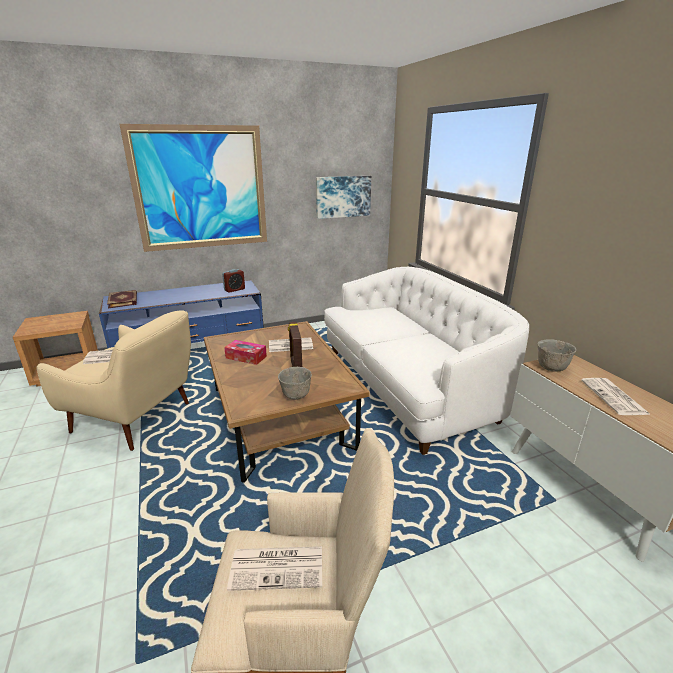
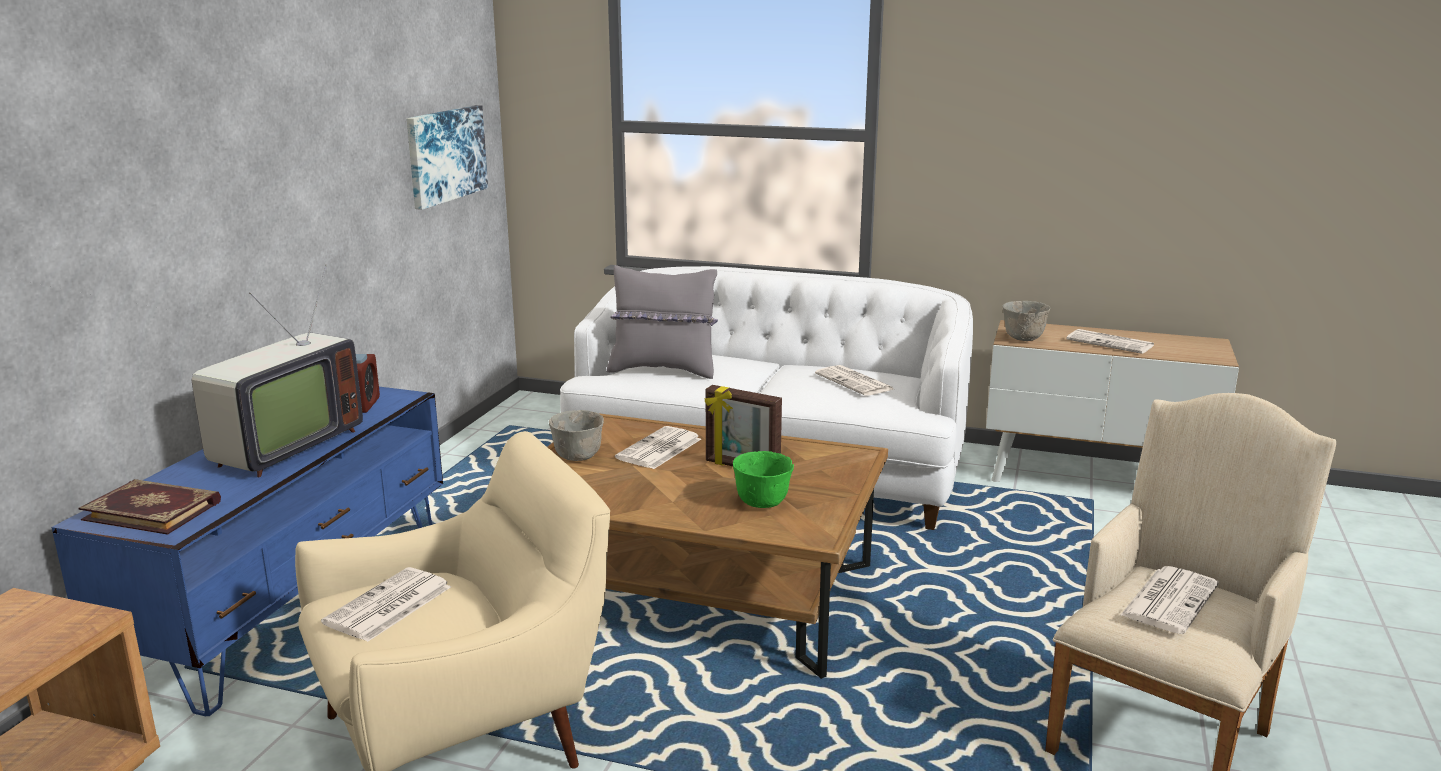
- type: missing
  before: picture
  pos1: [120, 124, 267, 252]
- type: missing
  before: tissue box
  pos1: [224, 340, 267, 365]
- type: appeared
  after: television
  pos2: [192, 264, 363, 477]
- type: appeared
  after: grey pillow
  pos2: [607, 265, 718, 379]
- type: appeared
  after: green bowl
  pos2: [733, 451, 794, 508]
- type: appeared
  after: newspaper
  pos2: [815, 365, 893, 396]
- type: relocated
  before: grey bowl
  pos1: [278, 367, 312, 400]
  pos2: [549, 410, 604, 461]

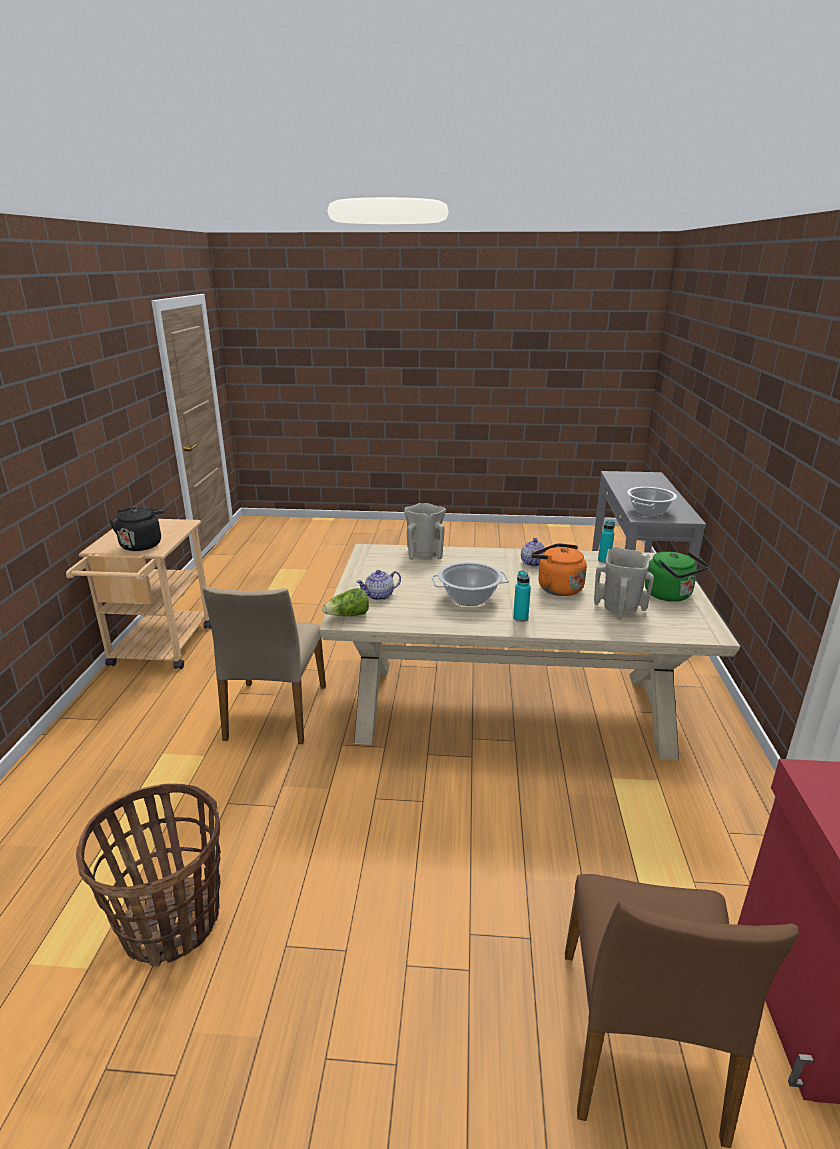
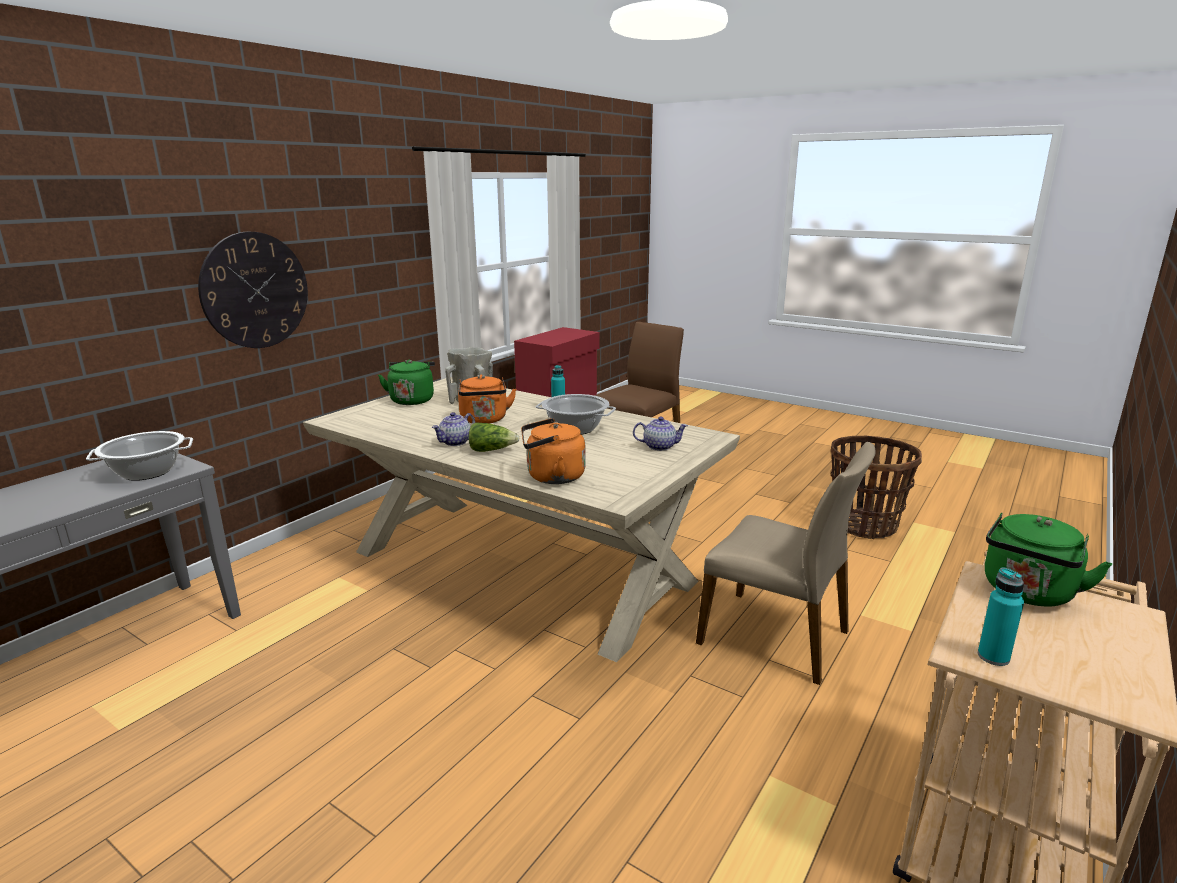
- type: appeared
  after: wall clock
  pos2: [198, 232, 308, 348]
- type: relocated
  before: lettuce
  pos1: [322, 588, 369, 616]
  pos2: [468, 422, 520, 452]
- type: relocated
  before: turquoise bottle
  pos1: [598, 520, 615, 563]
  pos2: [978, 568, 1024, 666]
- type: exchanged
  before: beige vase
  after: orange kettle
  pos1: [404, 503, 446, 560]
  pos2: [521, 418, 586, 484]
- type: colour
  before: black kettle
  after: green kettle
  pos1: [110, 508, 164, 551]
  pos2: [985, 512, 1112, 607]
- type: spun
  before: beige chair
  pos1: [203, 586, 326, 744]
  pos2: [696, 442, 876, 685]
  turn: 90

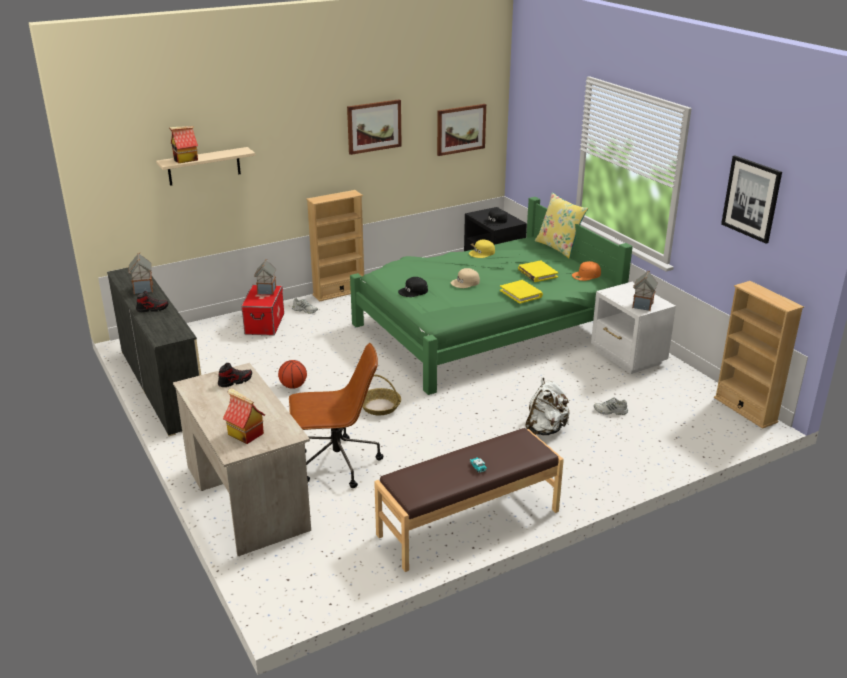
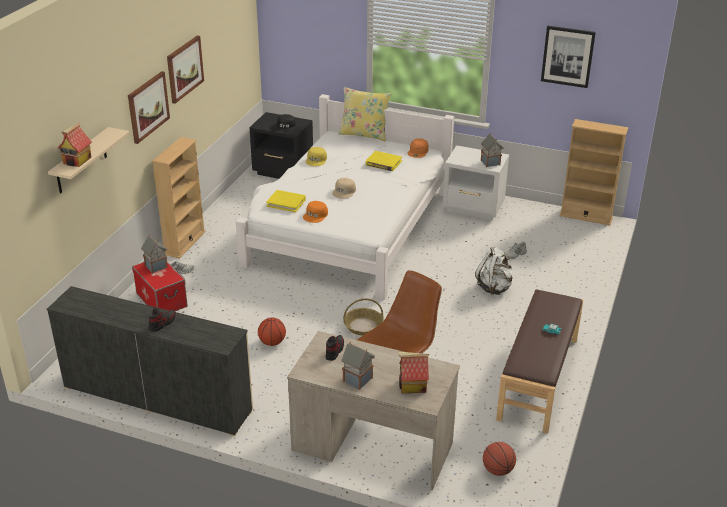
- type: appeared
  after: basketball
  pos2: [483, 442, 516, 476]
- type: relocated
  before: toy house
  pos1: [128, 253, 153, 294]
  pos2: [341, 342, 375, 390]
- type: relocated
  before: picture
  pos1: [437, 104, 486, 156]
  pos2: [128, 71, 170, 144]
- type: relocated
  before: yellow book
  pos1: [500, 280, 543, 304]
  pos2: [266, 190, 306, 212]
- type: colour
  before: green bed
  after: white bed
  pos1: [350, 197, 633, 395]
  pos2: [236, 94, 454, 300]
- type: colour
  before: black cap
  after: orange cap
  pos1: [398, 277, 428, 297]
  pos2: [303, 201, 328, 223]

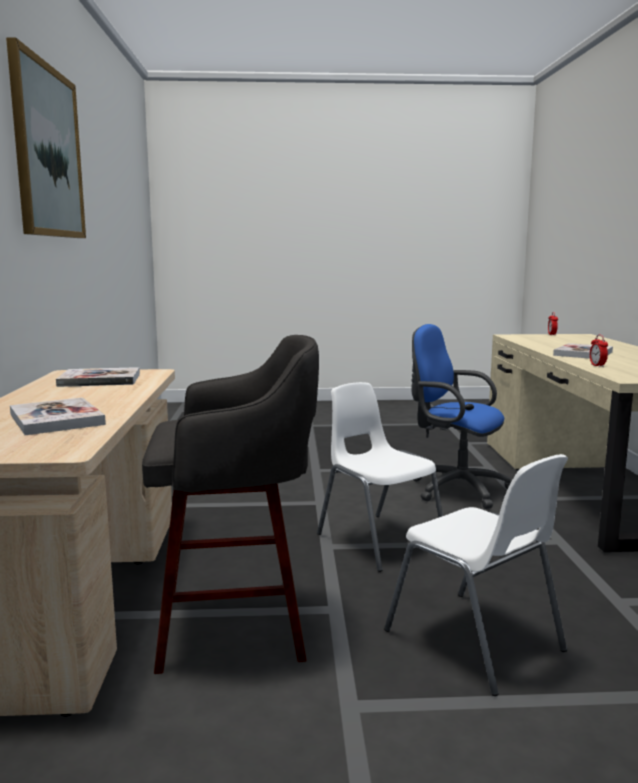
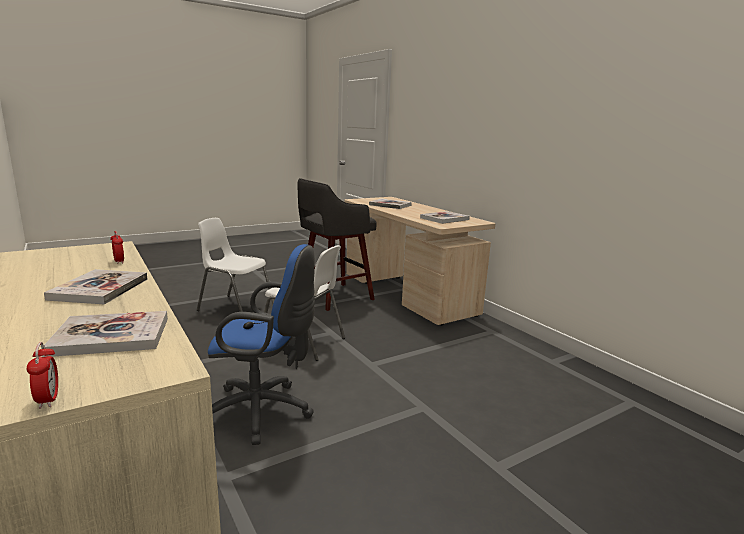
- type: missing
  before: picture
  pos1: [6, 37, 86, 238]
- type: appeared
  after: book
  pos2: [44, 311, 168, 357]

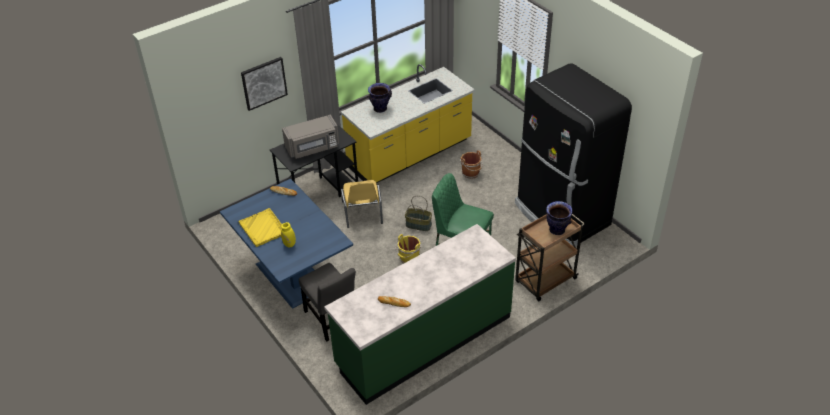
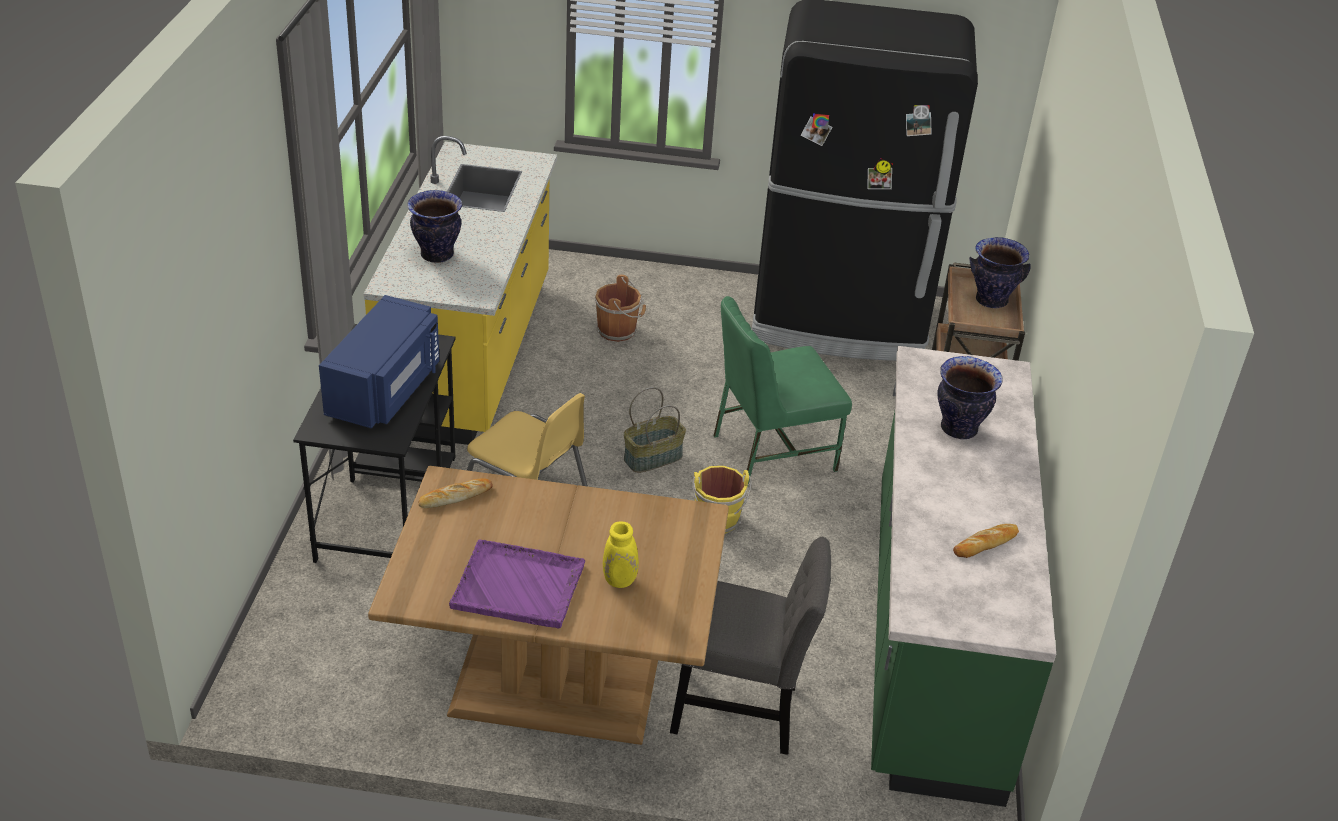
- type: missing
  before: picture
  pos1: [241, 57, 288, 111]
- type: appeared
  after: vase
  pos2: [938, 356, 1003, 439]
- type: colour
  before: blue dining table
  after: brown dining table
  pos1: [220, 179, 353, 309]
  pos2: [368, 466, 729, 745]
- type: colour
  before: yellow tray
  after: purple tray
  pos1: [238, 208, 282, 247]
  pos2: [449, 539, 585, 629]
- type: colour
  before: grey microwave
  after: blue microwave
  pos1: [282, 115, 339, 159]
  pos2: [319, 295, 439, 428]

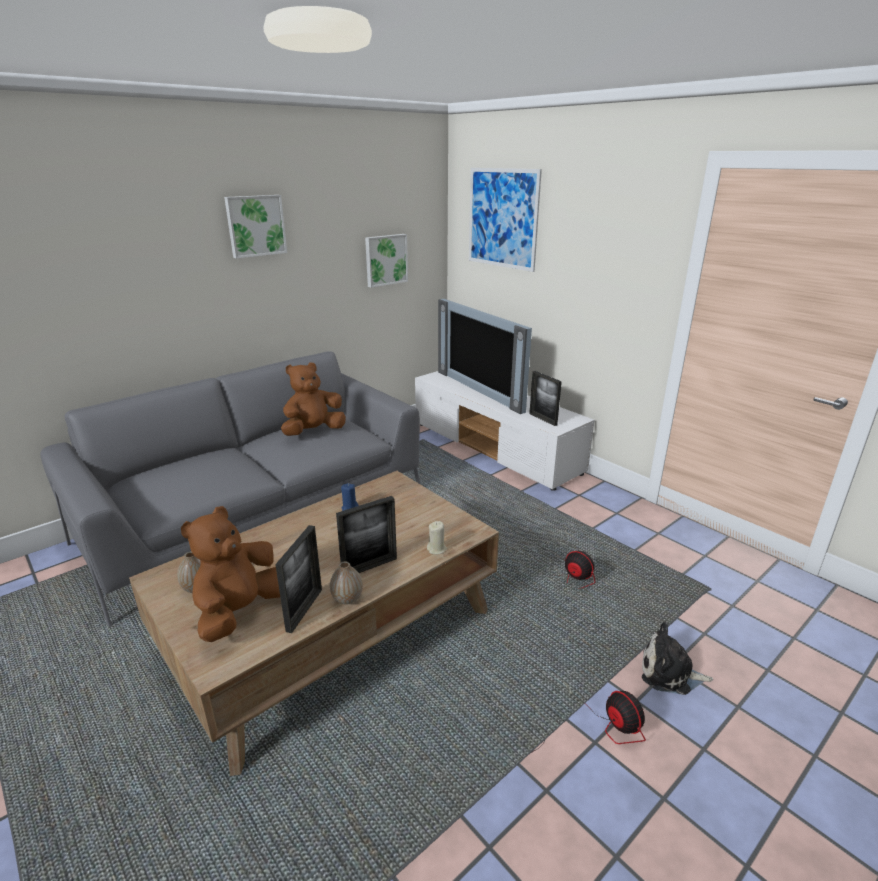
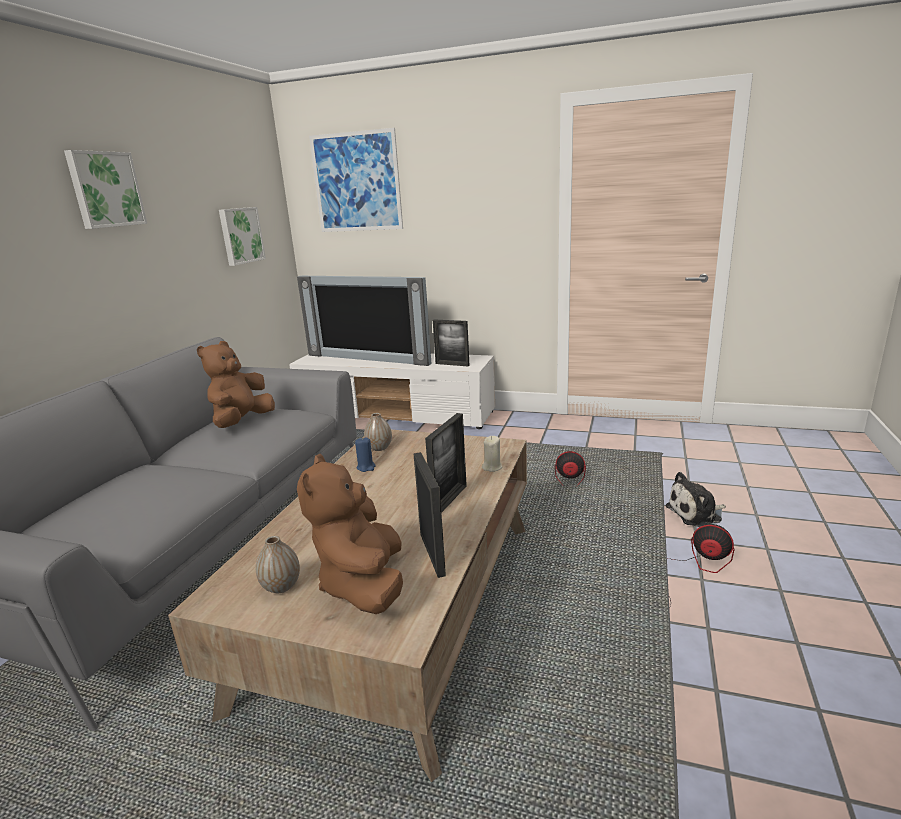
- type: relocated
  before: vase
  pos1: [330, 561, 363, 605]
  pos2: [364, 413, 392, 451]

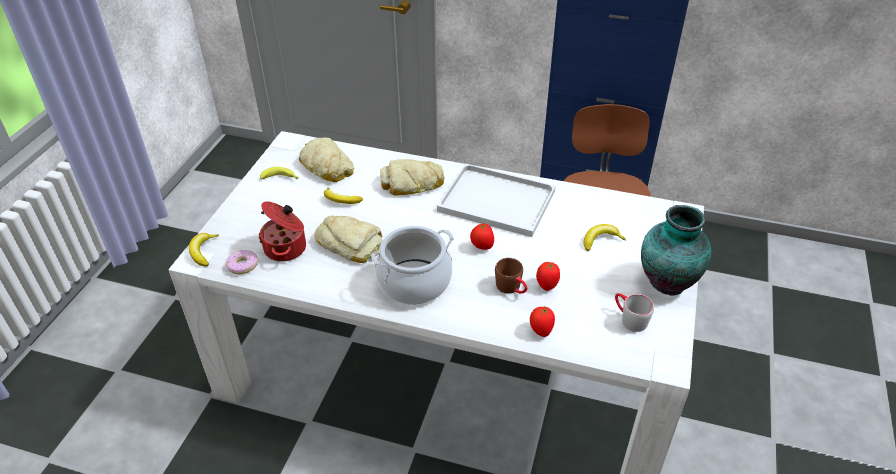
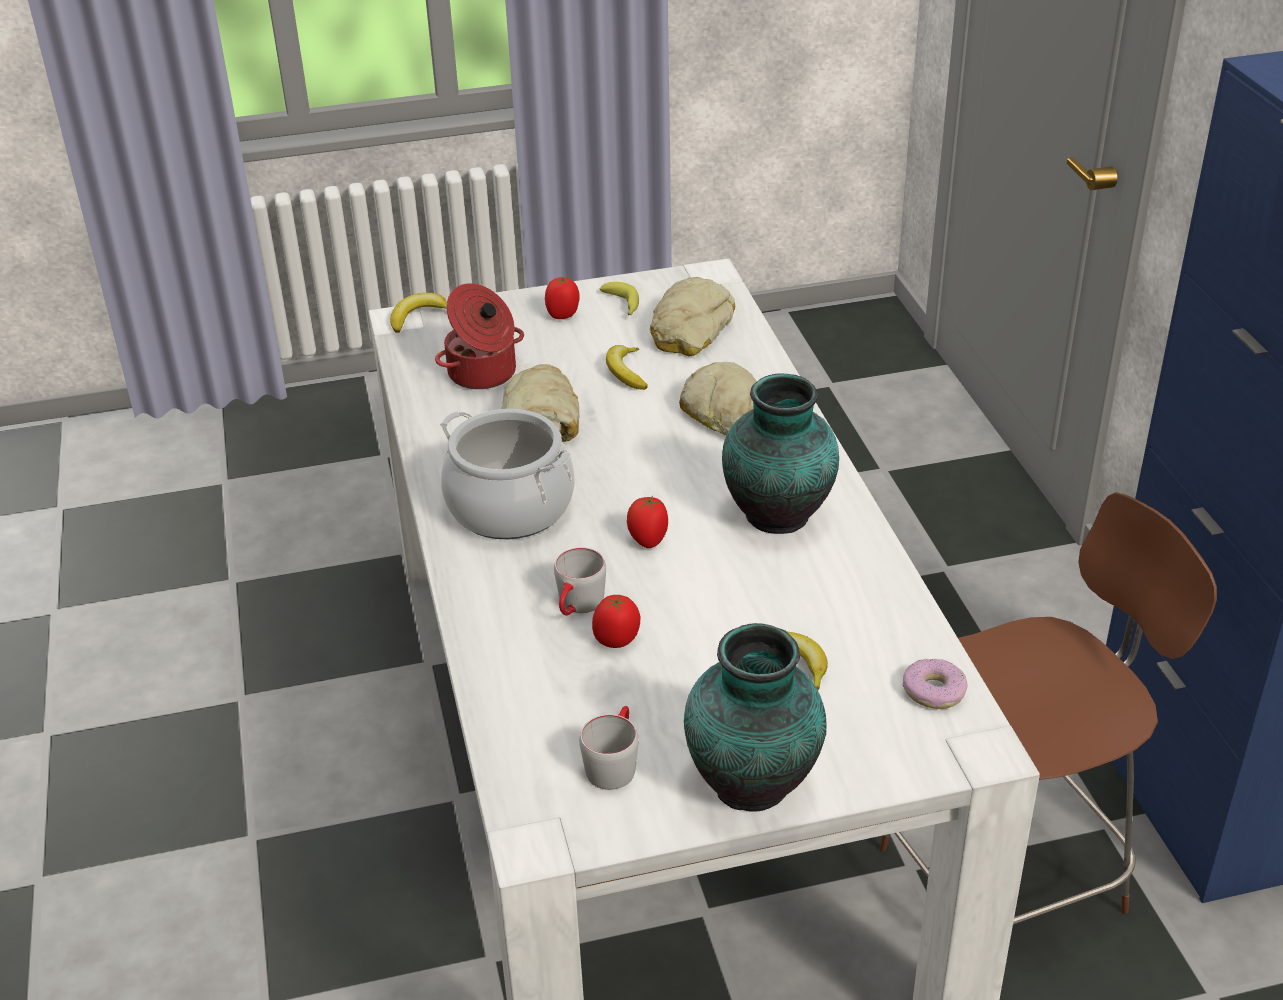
- type: relocated
  before: donut
  pos1: [226, 250, 258, 274]
  pos2: [903, 659, 968, 709]
- type: relocated
  before: tomato
  pos1: [530, 306, 555, 337]
  pos2: [545, 277, 580, 319]
- type: exchanged
  before: white tray
  after: vase
  pos1: [437, 163, 556, 237]
  pos2: [722, 374, 839, 534]
- type: colour
  before: brown mug
  after: grey mug
  pos1: [495, 258, 528, 294]
  pos2: [554, 547, 606, 616]

